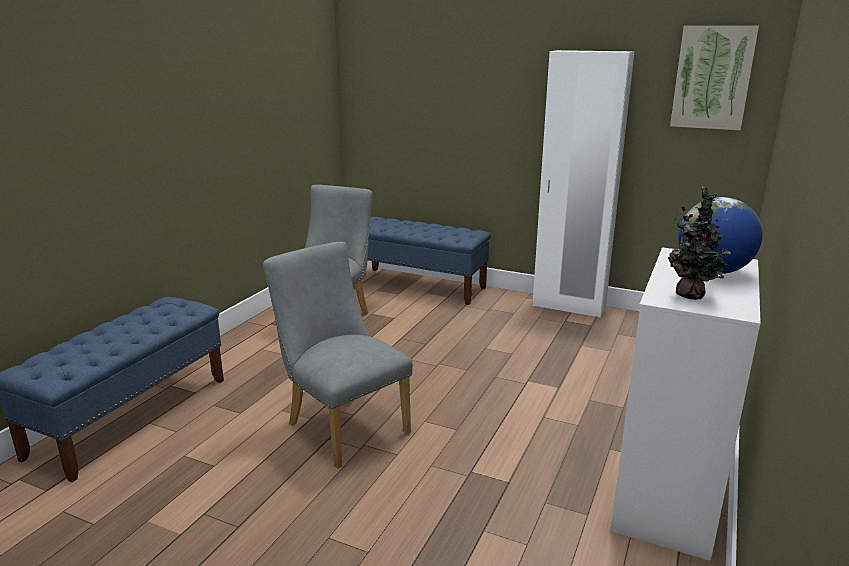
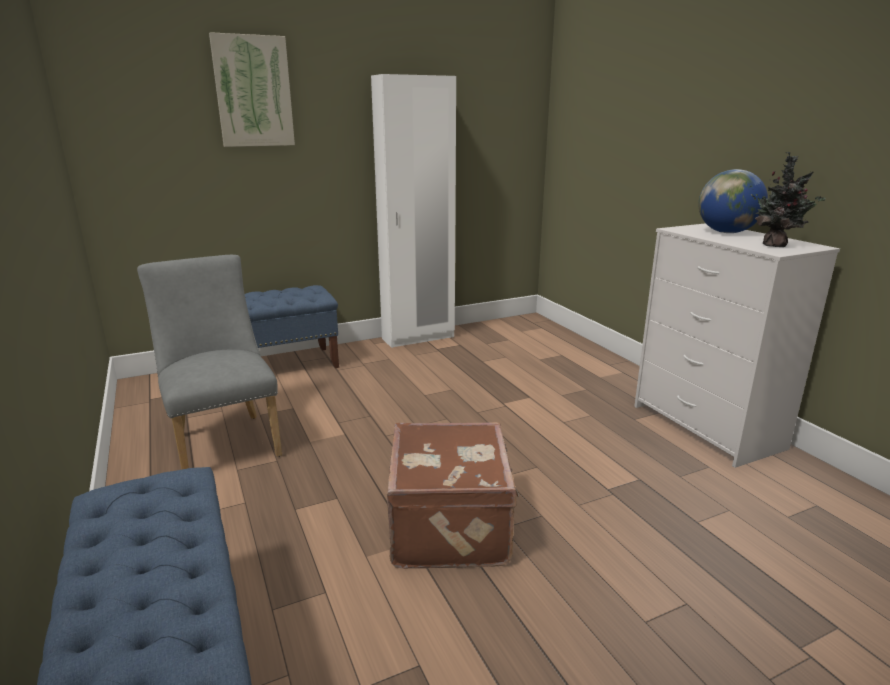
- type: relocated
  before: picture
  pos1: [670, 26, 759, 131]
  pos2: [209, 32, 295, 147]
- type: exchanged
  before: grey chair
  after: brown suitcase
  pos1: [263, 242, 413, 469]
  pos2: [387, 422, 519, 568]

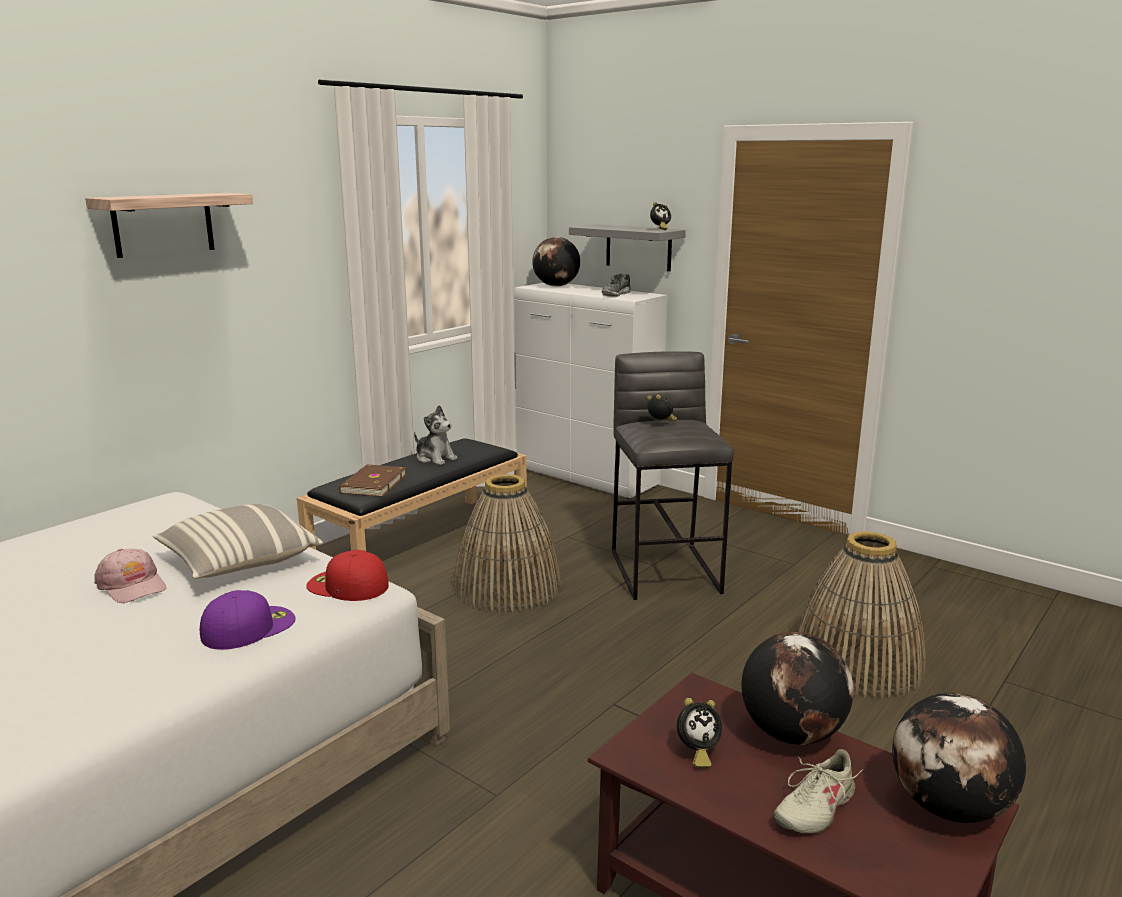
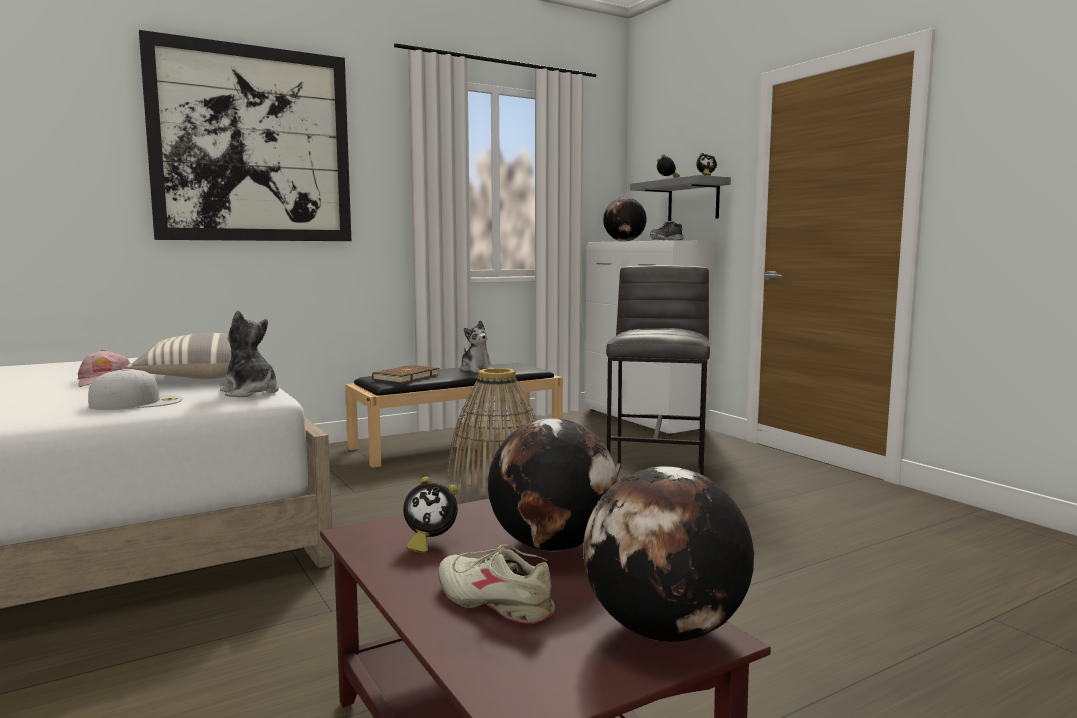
- type: missing
  before: basket
  pos1: [799, 531, 925, 699]
- type: relocated
  before: alarm clock
  pos1: [647, 395, 677, 421]
  pos2: [657, 154, 680, 178]
- type: exchanged
  before: shelf
  after: picture
  pos1: [85, 193, 253, 258]
  pos2: [139, 30, 351, 241]
- type: exchanged
  before: red cap
  after: plush toy
  pos1: [306, 550, 389, 601]
  pos2: [220, 310, 279, 397]
- type: colour
  before: purple cap
  after: white cap
  pos1: [200, 590, 296, 650]
  pos2: [88, 369, 183, 410]
- type: spun
  before: beige shoe
  pos1: [773, 749, 863, 834]
  pos2: [438, 544, 555, 624]
  turn: 60

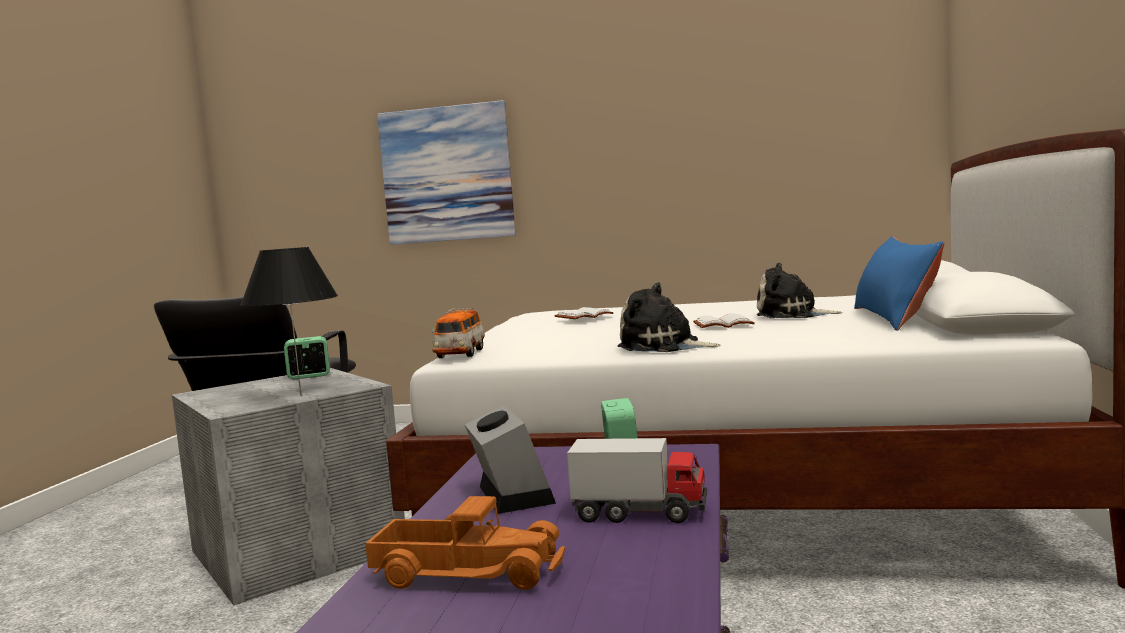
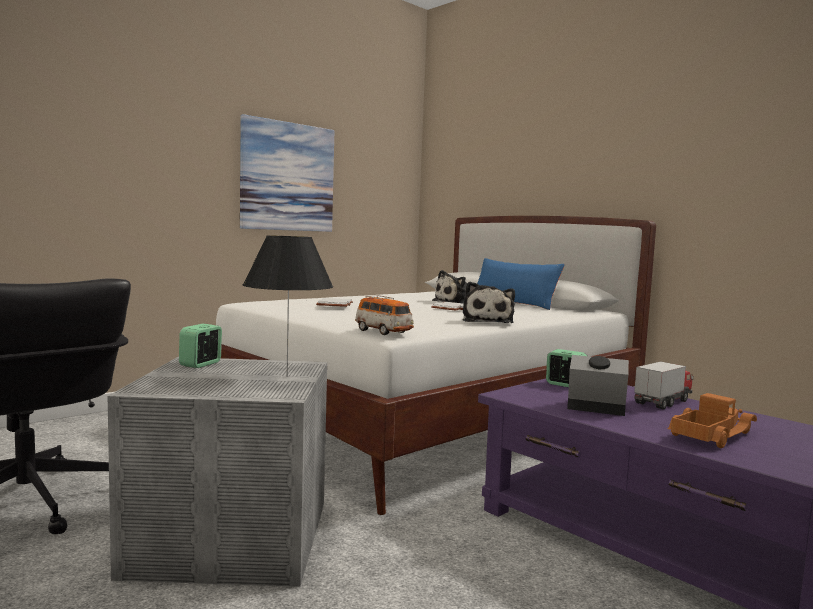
- type: relocated
  before: picture
  pos1: [377, 100, 516, 245]
  pos2: [240, 114, 334, 232]
- type: spun
  before: plush toy
  pos1: [618, 282, 721, 352]
  pos2: [463, 282, 515, 323]
  turn: -60

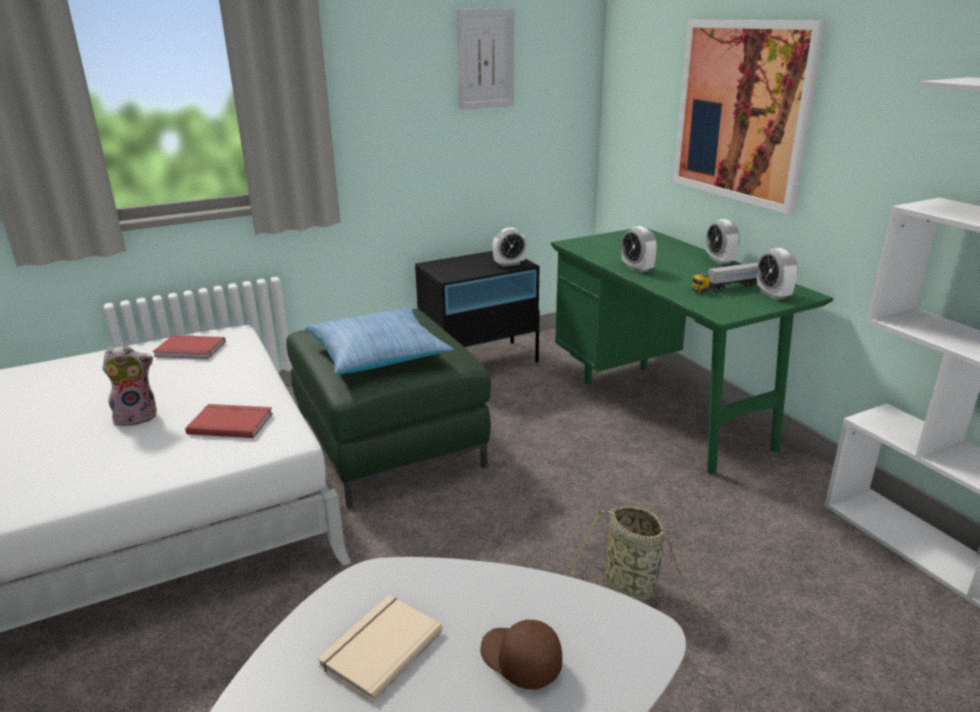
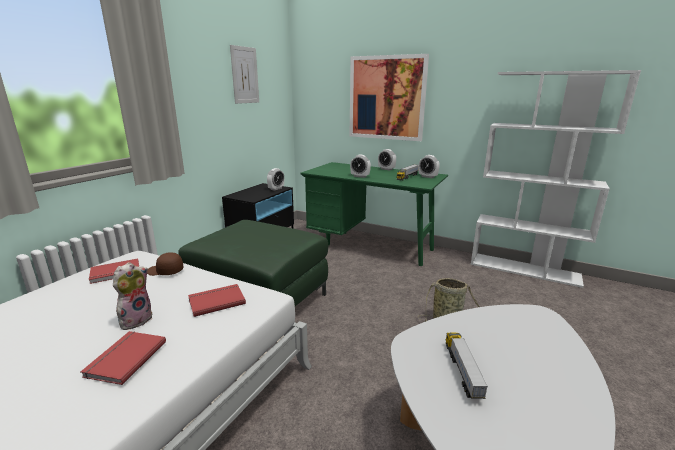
- type: missing
  before: pillow
  pos1: [306, 308, 454, 375]
- type: appeared
  after: red book
  pos2: [81, 331, 166, 385]
- type: relocated
  before: brown cap
  pos1: [480, 619, 562, 690]
  pos2: [147, 252, 184, 276]
- type: exchanged
  before: beige book
  after: toy truck
  pos1: [317, 595, 443, 702]
  pos2: [446, 332, 488, 399]

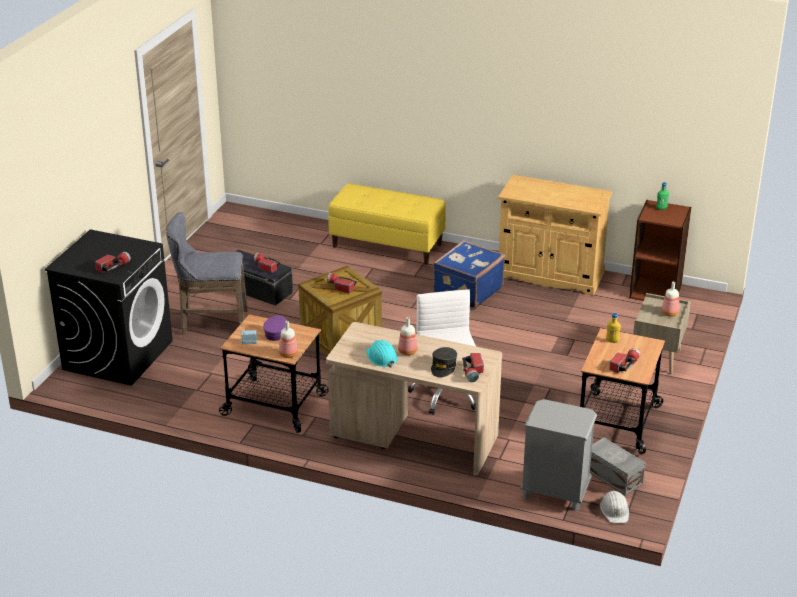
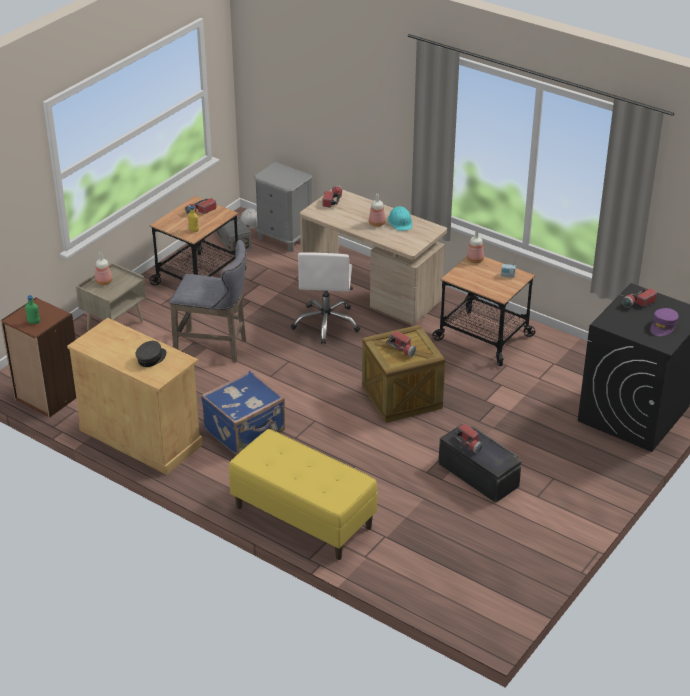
- type: relocated
  before: grey stool
  pos1: [166, 212, 247, 335]
  pos2: [170, 240, 247, 363]
- type: relocated
  before: purple cap
  pos1: [263, 315, 290, 341]
  pos2: [650, 308, 679, 336]
- type: relocated
  before: grey cap
  pos1: [431, 347, 457, 377]
  pos2: [136, 341, 167, 367]

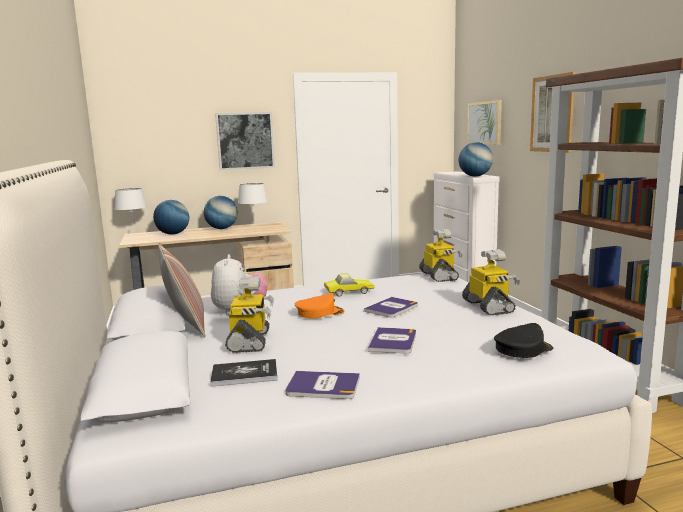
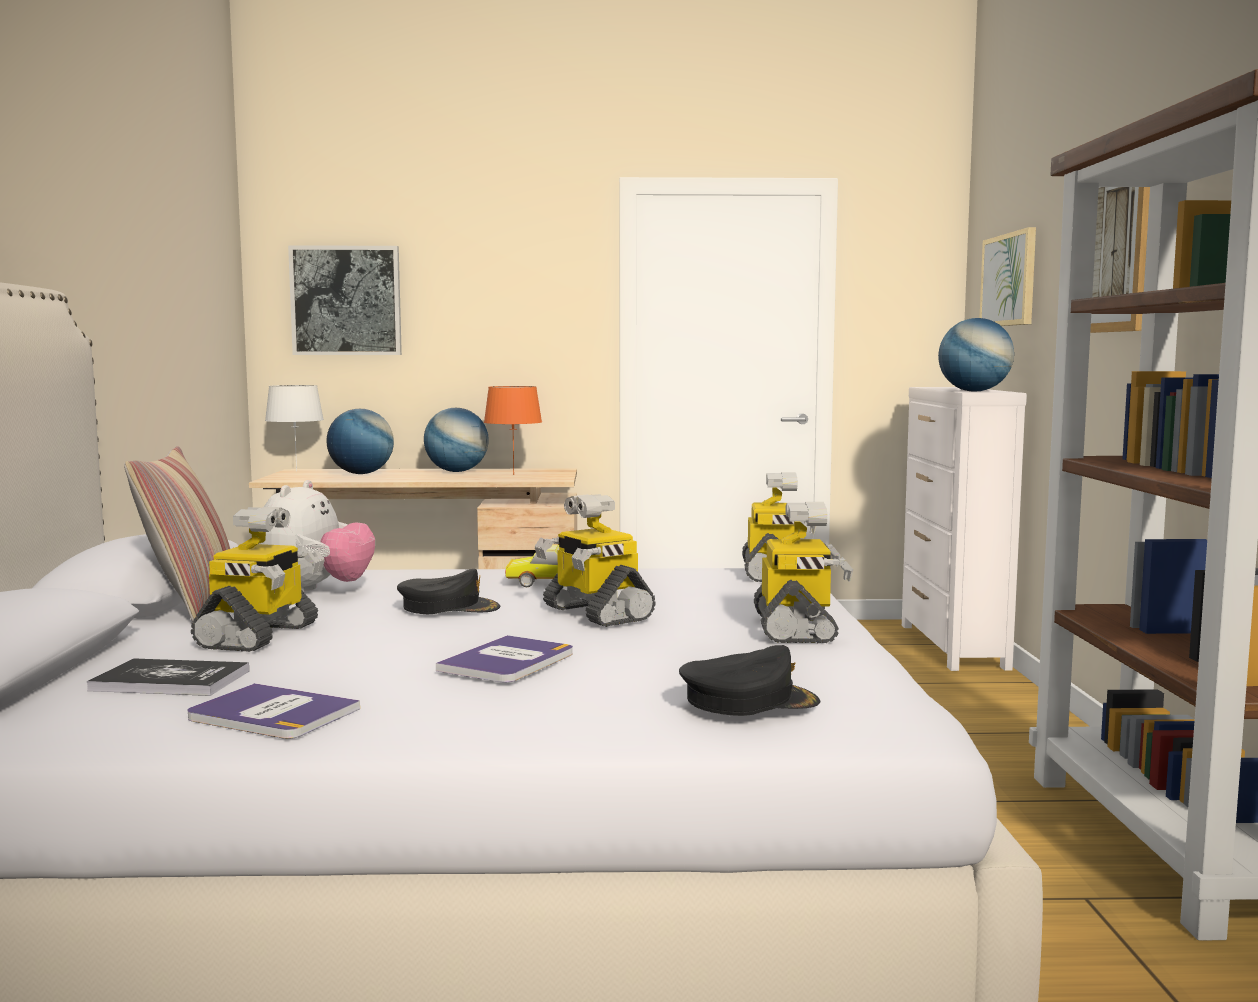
- type: relocated
  before: picture
  pos1: [215, 112, 275, 170]
  pos2: [288, 246, 402, 355]
- type: exchanged
  before: book
  after: toy robot
  pos1: [364, 297, 418, 317]
  pos2: [534, 494, 655, 627]
- type: colour
  before: white table lamp
  after: orange table lamp
  pos1: [238, 183, 268, 229]
  pos2: [484, 386, 542, 475]
- type: colour
  before: orange cap
  after: black cap
  pos1: [295, 293, 345, 319]
  pos2: [397, 569, 500, 614]

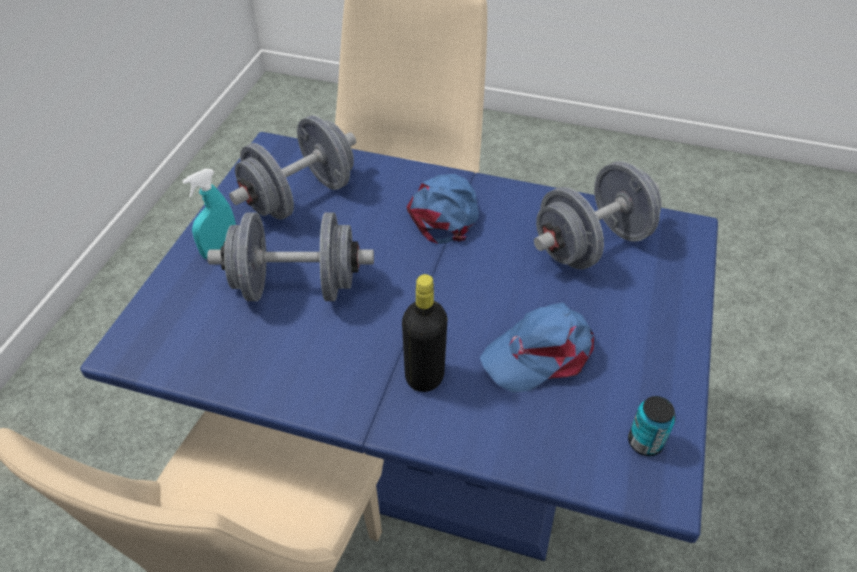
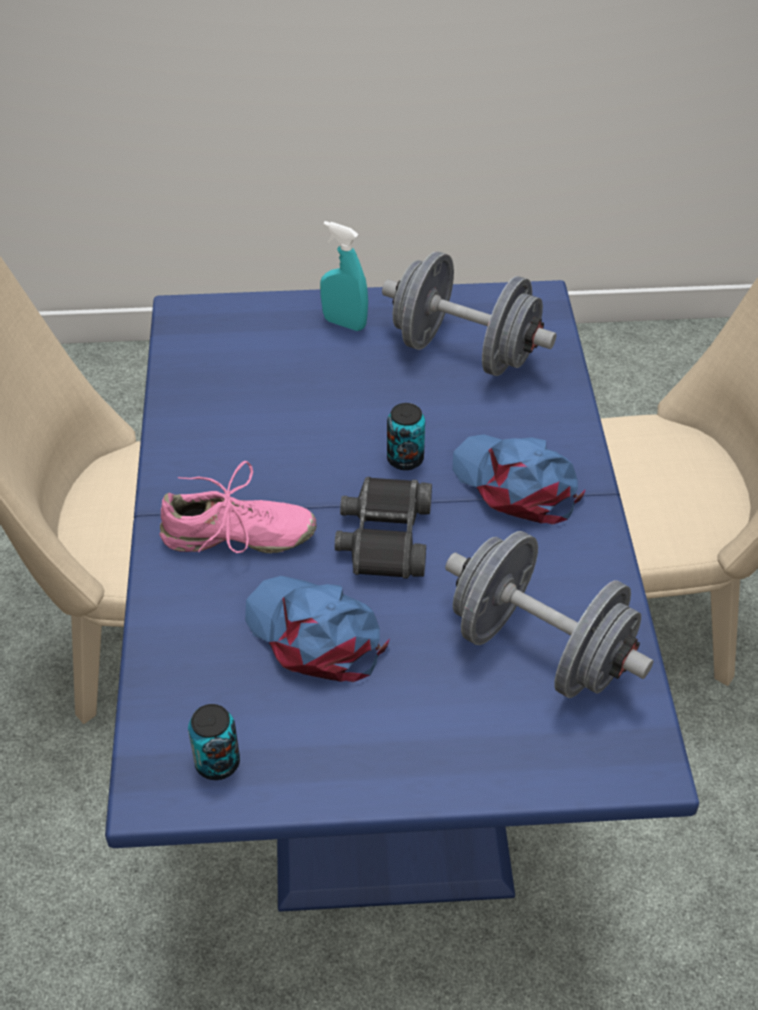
- type: missing
  before: grey dumbbell
  pos1: [207, 212, 374, 301]
- type: appeared
  after: black binoculars
  pos2: [335, 477, 432, 579]
- type: appeared
  after: can
  pos2: [387, 403, 425, 470]
- type: exchanged
  before: black bottle
  after: pink shoe
  pos1: [402, 274, 447, 392]
  pos2: [159, 461, 317, 553]
- type: spun
  before: blue cap
  pos1: [407, 174, 479, 244]
  pos2: [452, 434, 586, 525]
  turn: -120

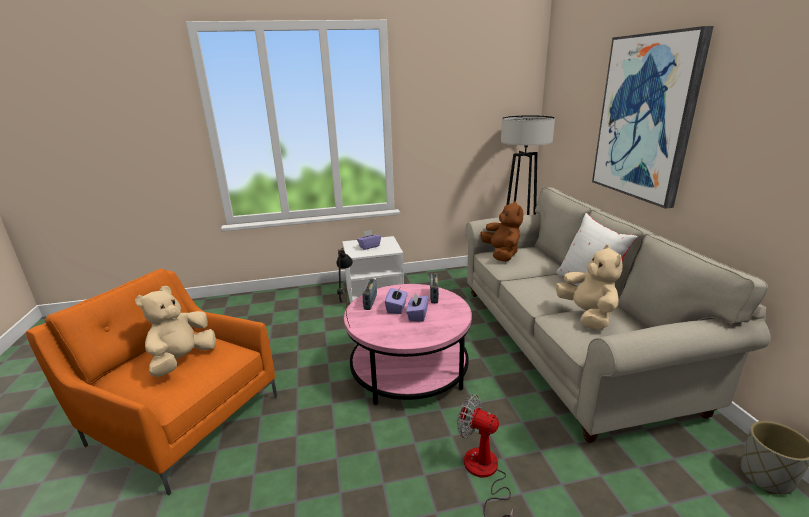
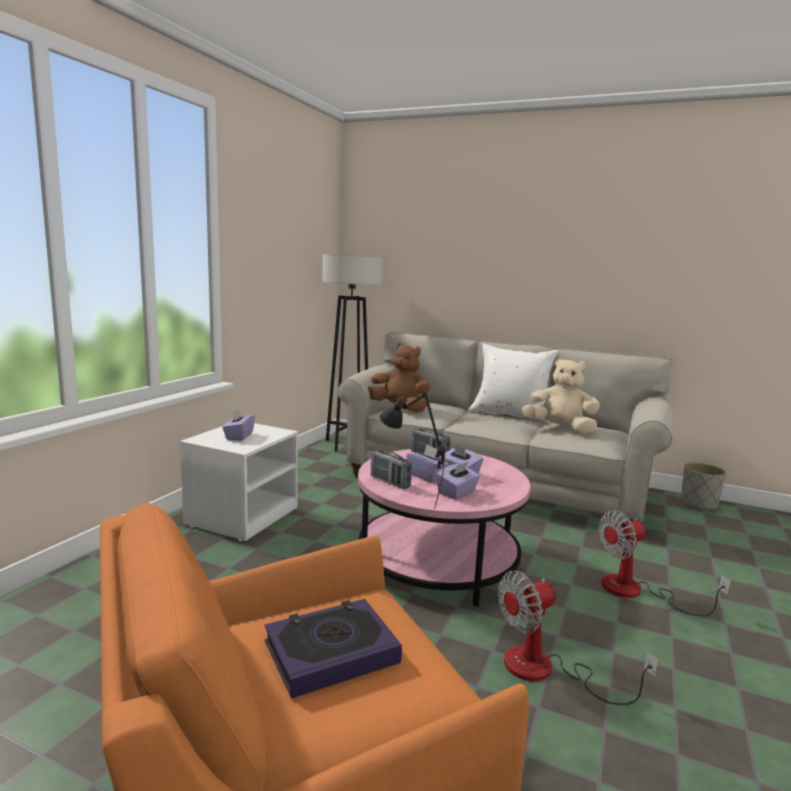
- type: missing
  before: picture
  pos1: [592, 26, 714, 209]
- type: appeared
  after: purple tissue box
  pos2: [436, 461, 480, 499]
- type: appeared
  after: fan
  pos2: [498, 570, 659, 705]
- type: exchanged
  before: beige plush toy
  after: book
  pos1: [135, 286, 216, 377]
  pos2: [265, 599, 402, 698]

